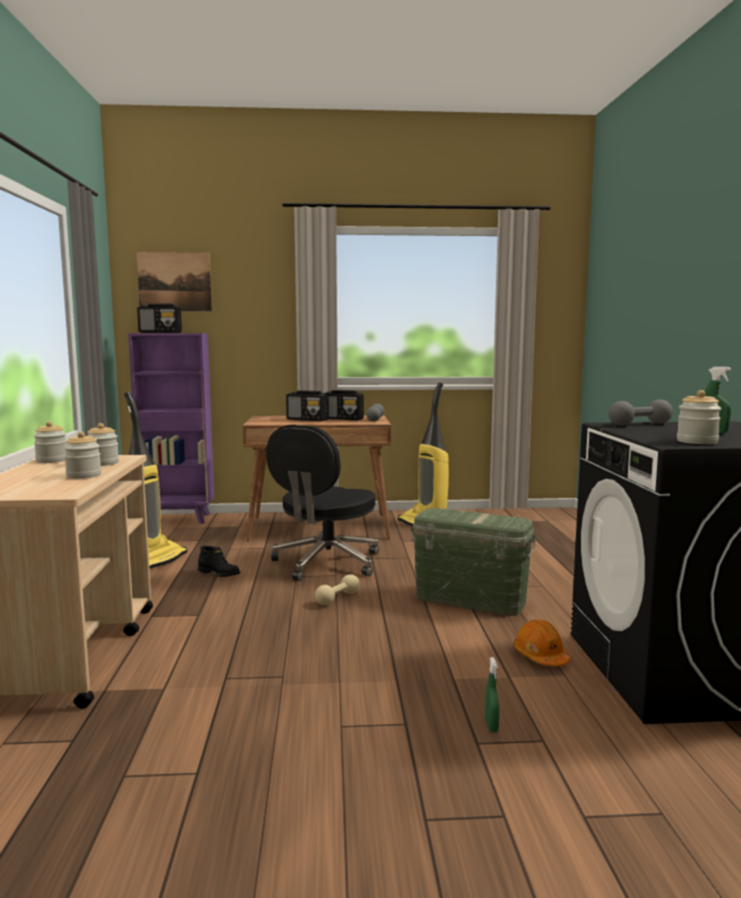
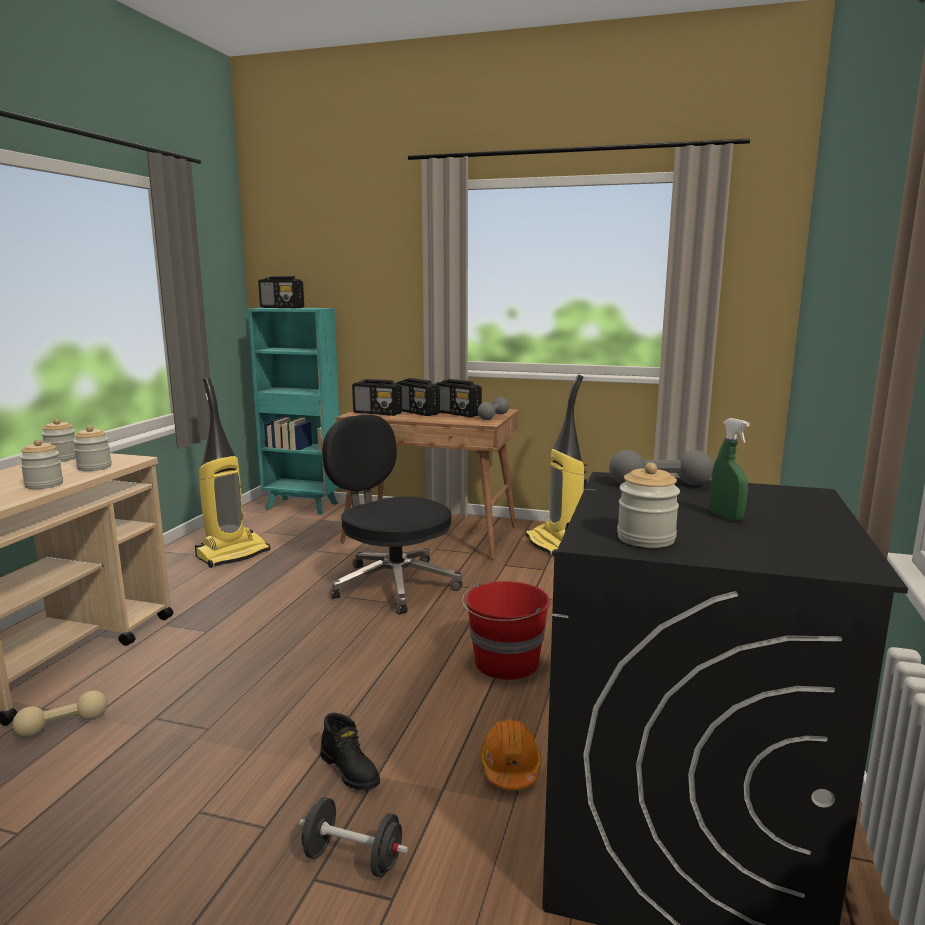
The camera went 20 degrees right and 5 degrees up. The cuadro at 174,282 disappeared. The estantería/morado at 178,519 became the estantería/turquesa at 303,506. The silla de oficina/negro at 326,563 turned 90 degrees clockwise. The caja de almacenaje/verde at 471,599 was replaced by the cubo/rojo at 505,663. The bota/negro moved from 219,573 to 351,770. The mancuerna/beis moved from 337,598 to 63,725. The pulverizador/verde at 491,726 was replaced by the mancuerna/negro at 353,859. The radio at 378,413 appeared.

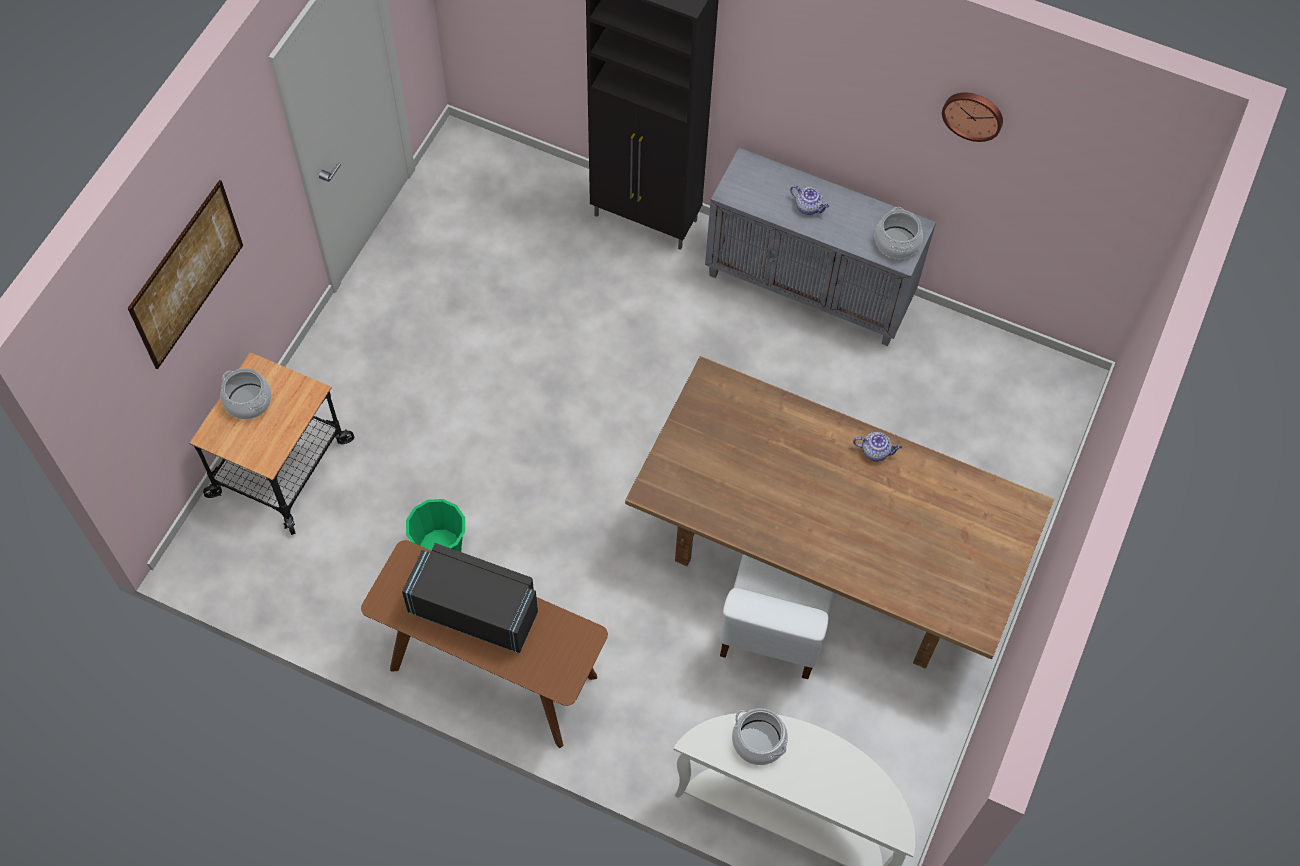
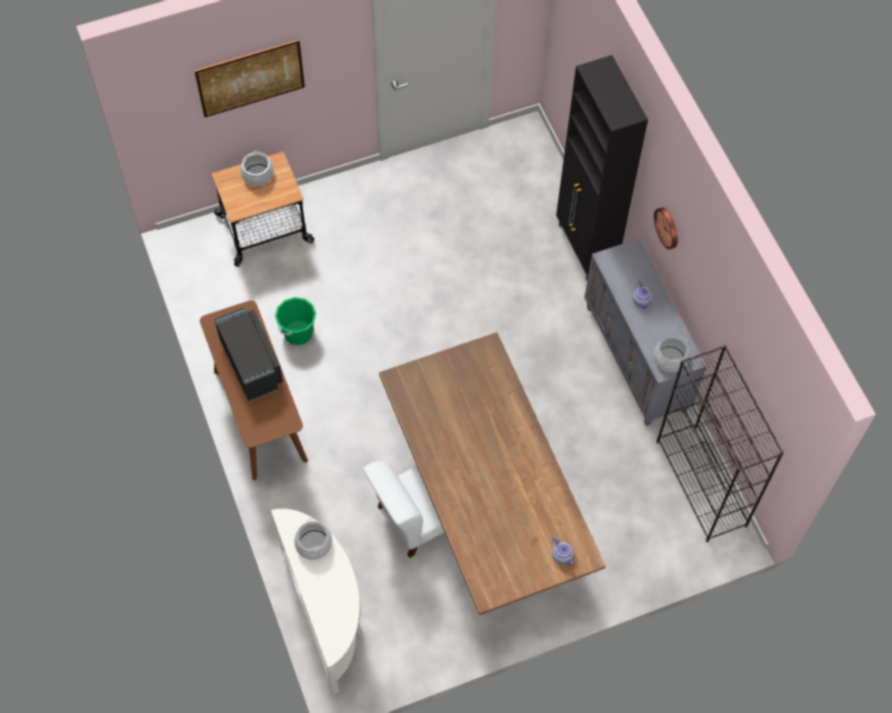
The camera went 45 degrees right and 0 degrees up. The reloj de pared moved from 973,114 to 668,227. The tetera moved from 876,451 to 562,556. The estantería/negro at 701,484 appeared.

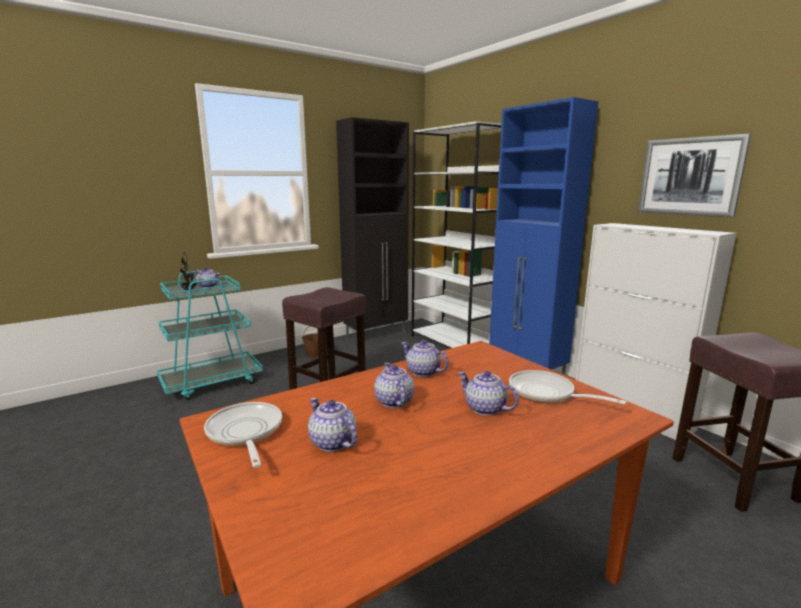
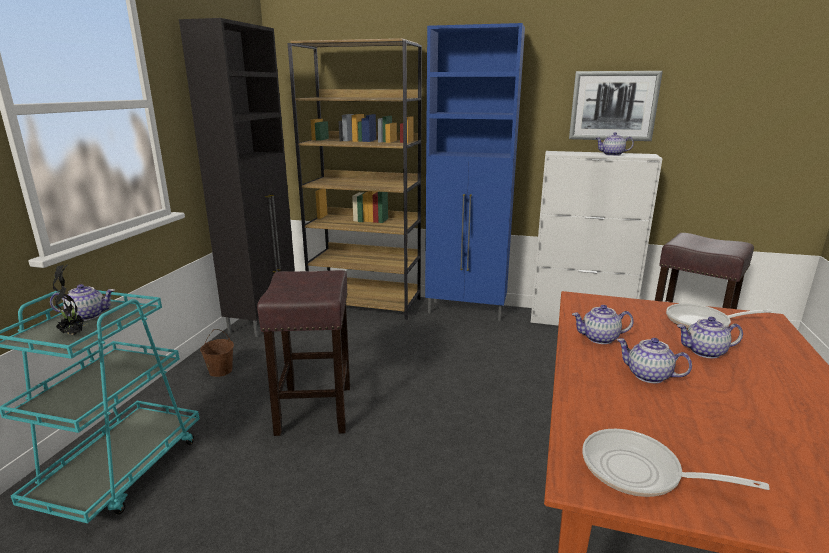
The camera went 40 degrees left and 5 degrees up. The estantería/blanco at 454,343 became the estantería/marrón at 366,303. The tetera moved from 332,442 to 612,154.

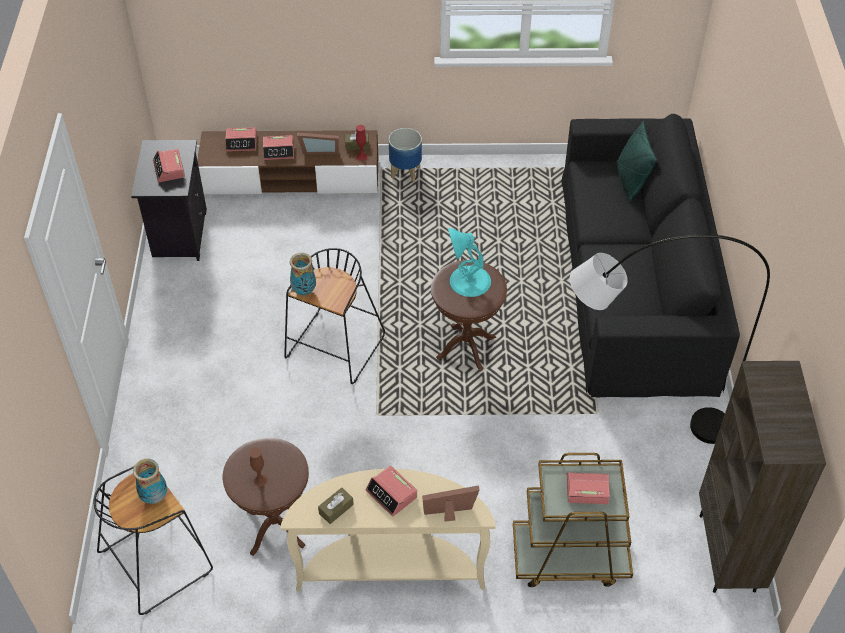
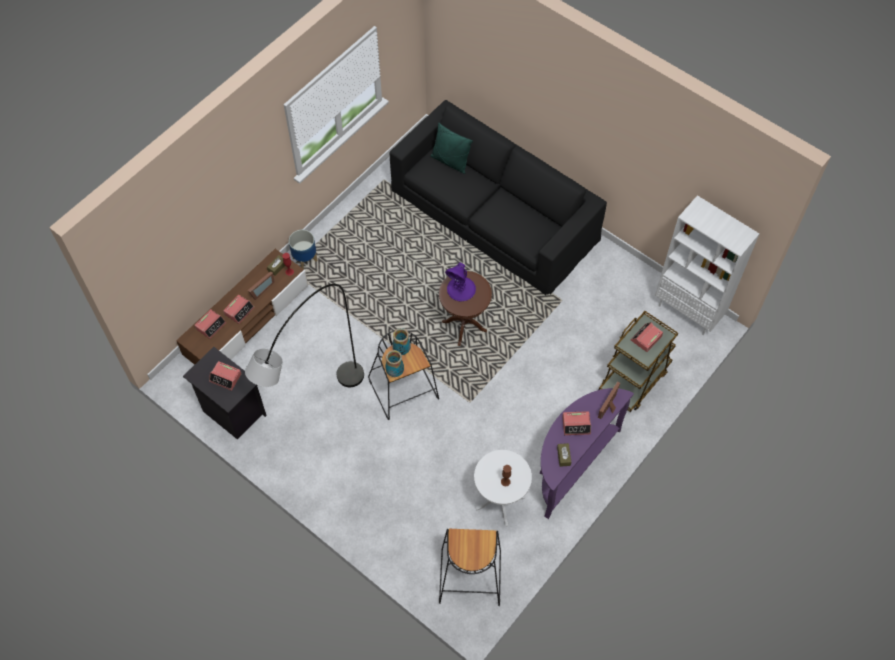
The camera went 50 degrees left and 10 degrees up. The lámpara de mesa/turquesa at 469,281 became the lámpara de mesa/morado at 461,289. The lámpara de pie/gris moved from 634,427 to 315,411. The estantería/marrón at 728,553 became the estantería/blanco at 688,311. The mesa auxiliar/marrón at 275,528 became the mesa auxiliar/blanco at 499,503. The florero moved from 154,496 to 401,350. The mesa consola/beis at 391,567 became the mesa consola/morado at 571,464.

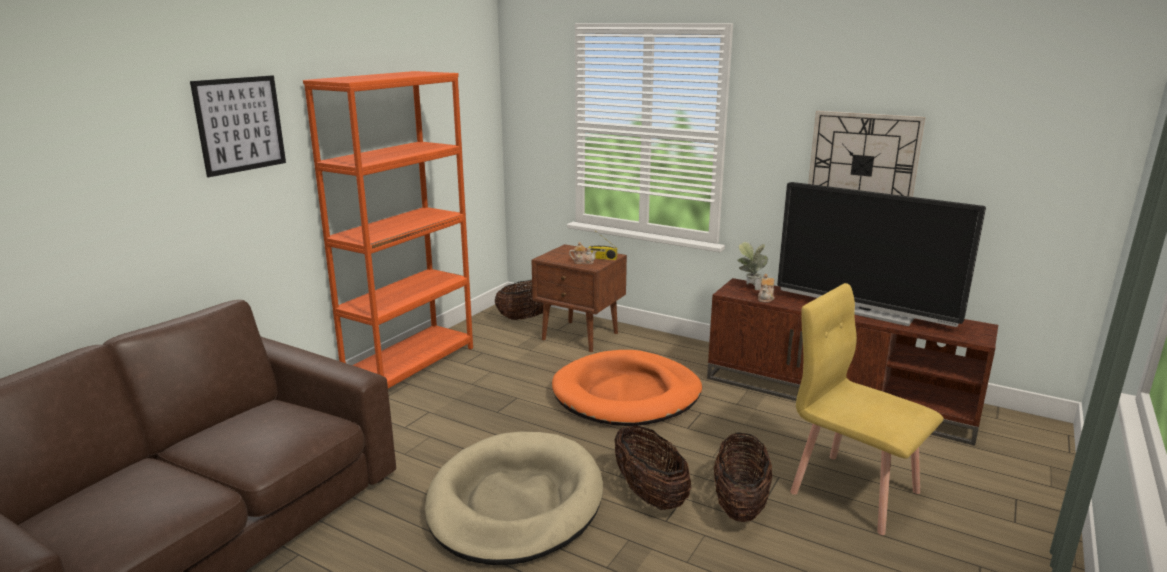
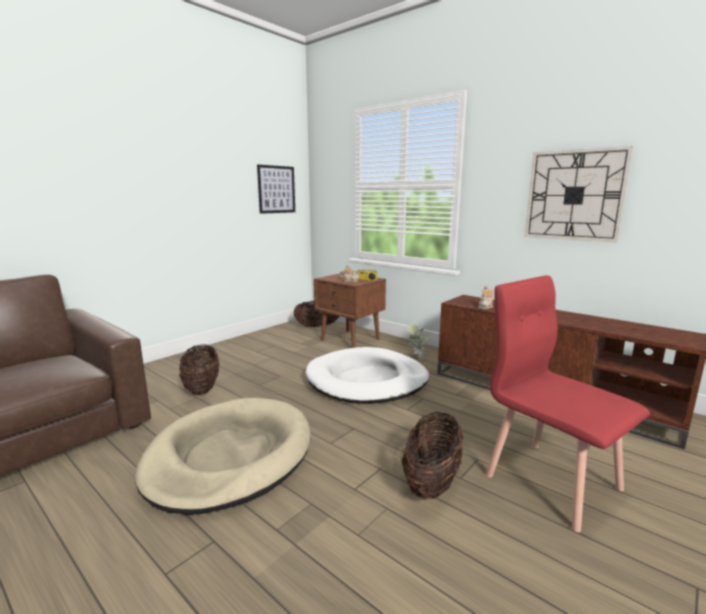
The camera went 10 degrees right and 5 degrees down. The estantería/naranja at 411,365 disappeared. The cuadro moved from 240,124 to 276,189. The televisor at 864,311 disappeared. The planta en maceta moved from 749,287 to 416,357. The silla/amarillo at 854,491 became the silla/rojo at 551,481. The cama para perro/naranja at 627,394 became the cama para perro/blanco at 367,380. The cesta moved from 649,494 to 202,388.

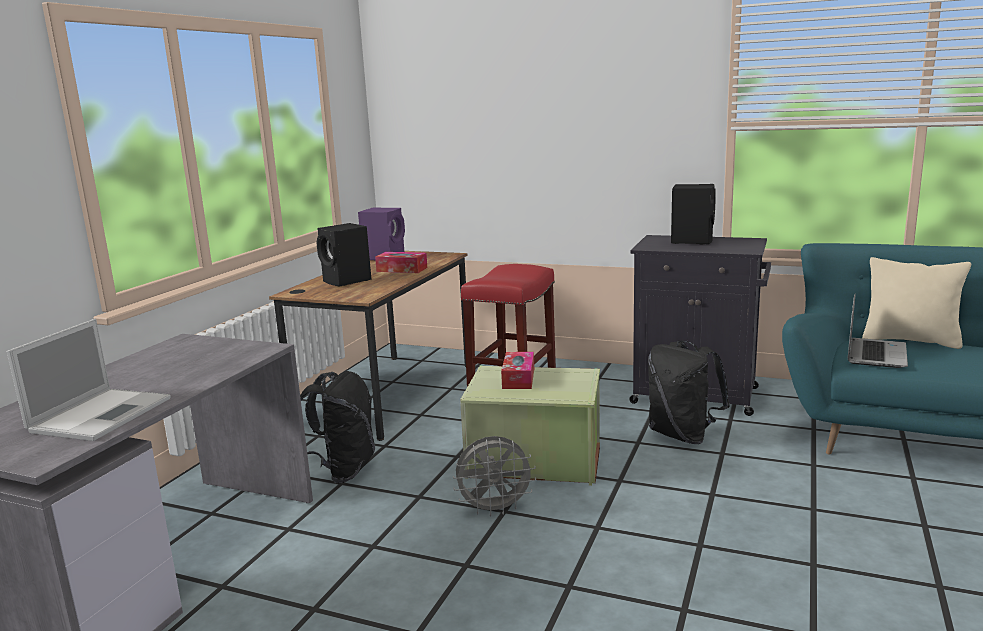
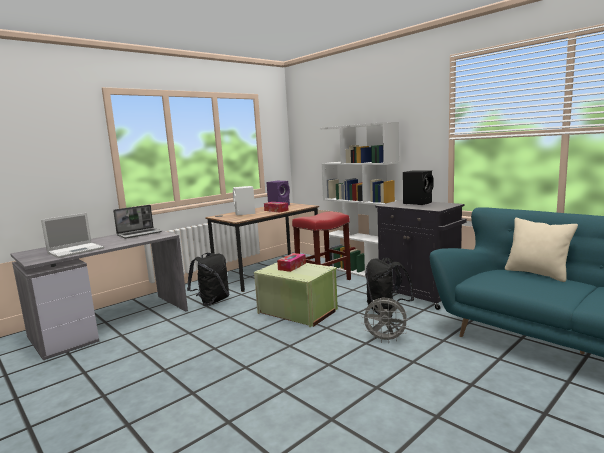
The camera went 25 degrees right and 5 degrees down. The altavoz/negro at 347,281 became the altavoz/blanco at 245,213. The portátil moved from 875,354 to 140,234. The ventilador/gris moved from 495,509 to 385,340. The estantería/blanco at 362,271 appeared.

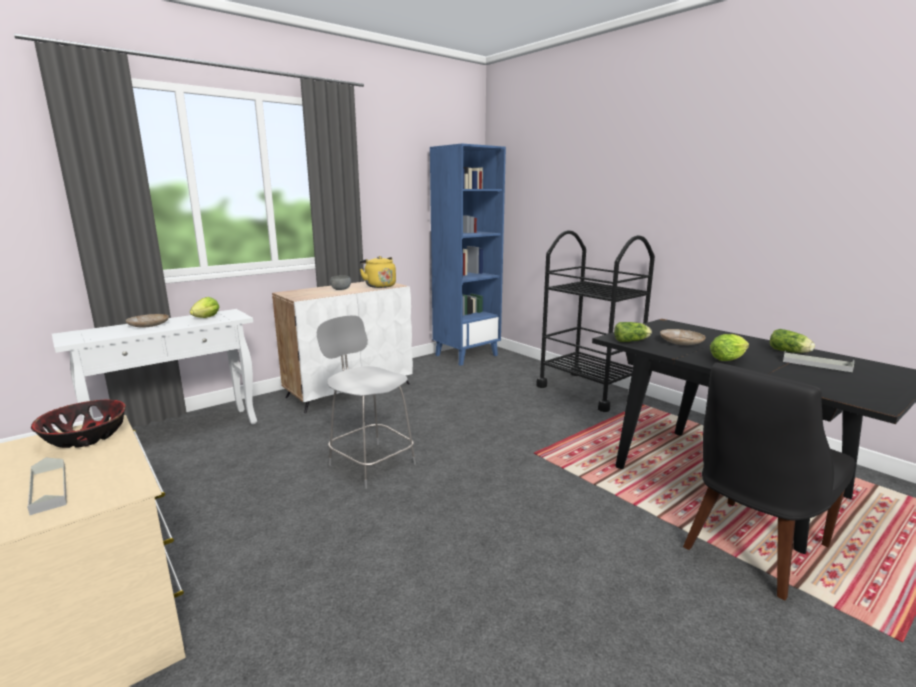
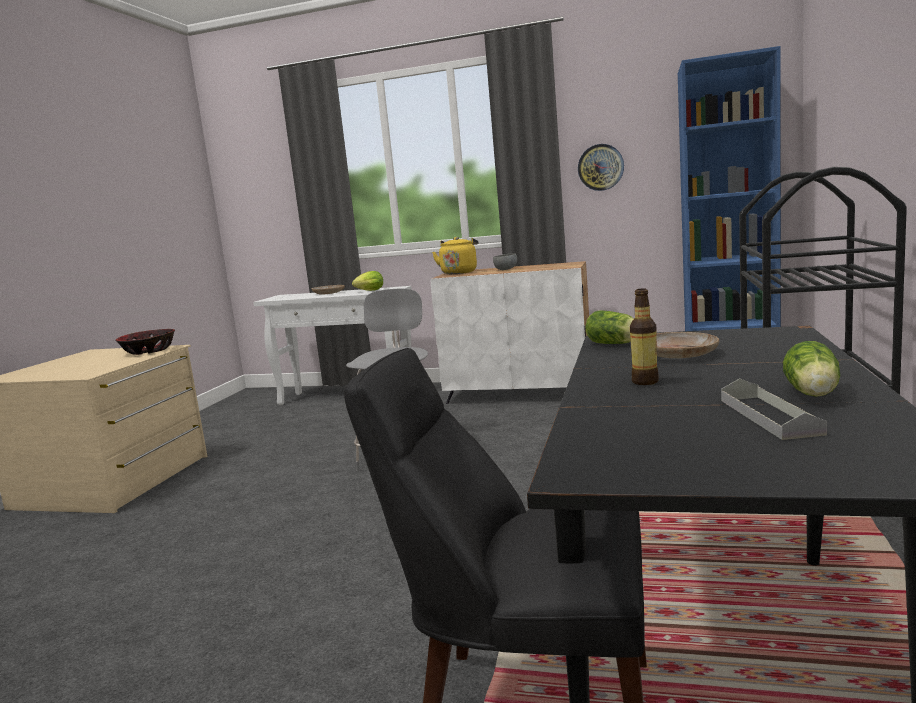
The camera went 55 degrees right and 5 degrees down. The hervidor/amarillo moved from 379,286 to 459,272. The lechuga at 729,359 was replaced by the botella at 645,382. The bandeja/gris at 48,489 disappeared. The reloj de pared at 600,167 appeared.

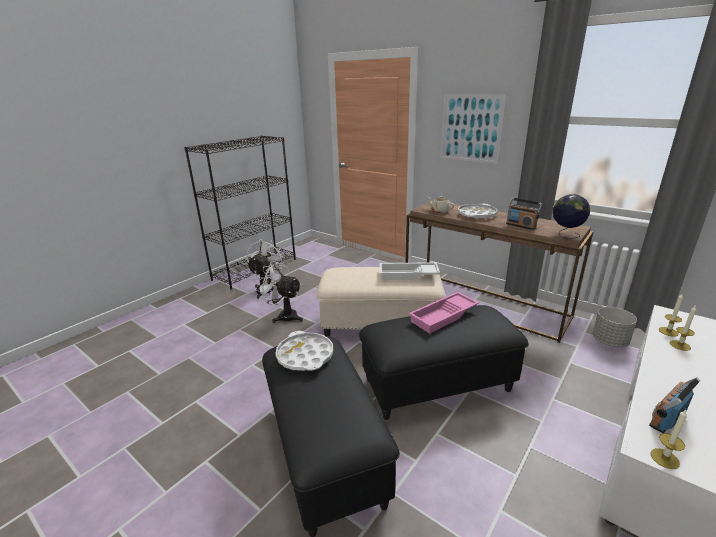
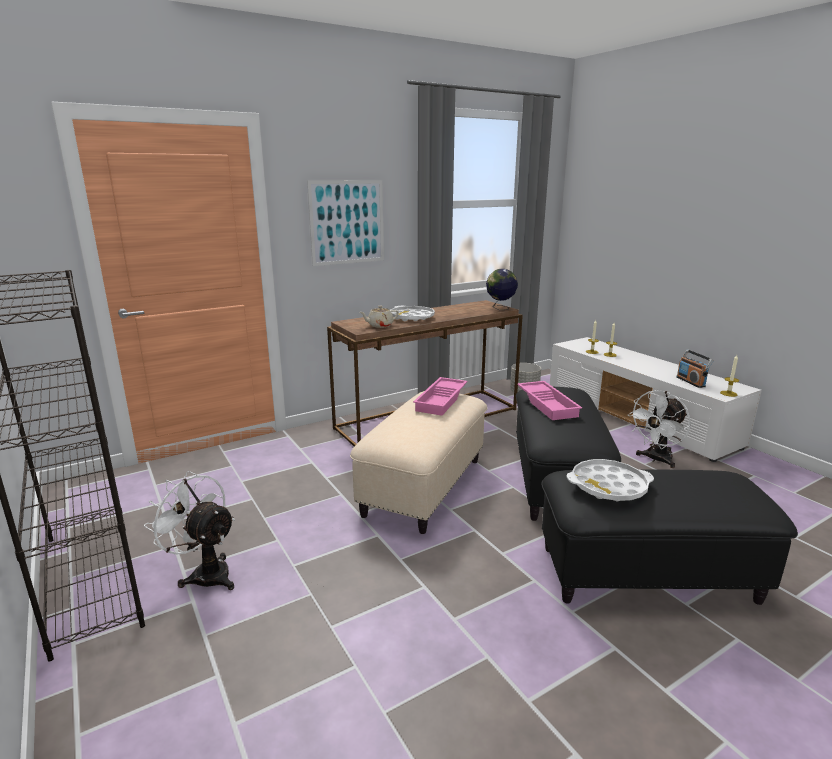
The camera went 70 degrees left and 5 degrees down. The radio at 521,226 disappeared. The ventilador/blanco moved from 283,316 to 656,459. The bandeja/blanco at 408,275 became the bandeja/rosa at 442,400.

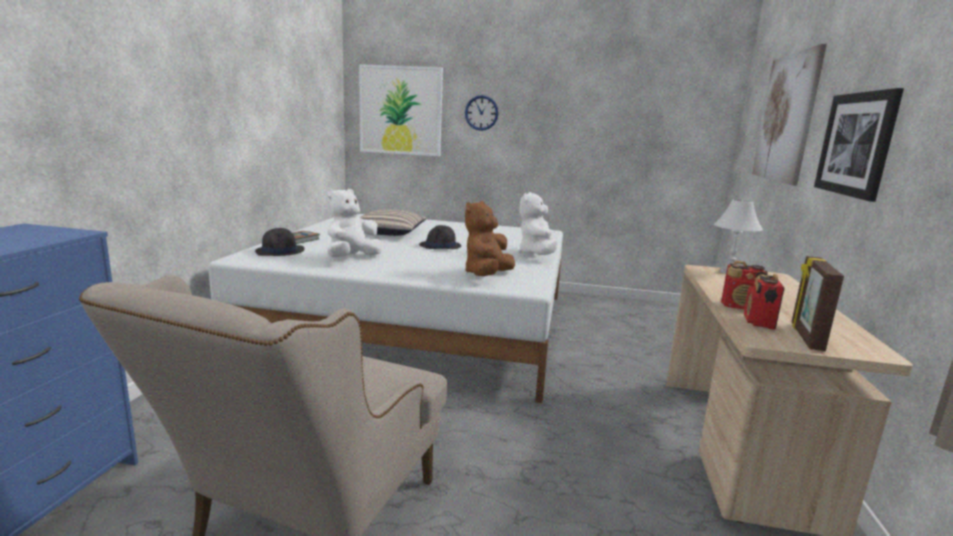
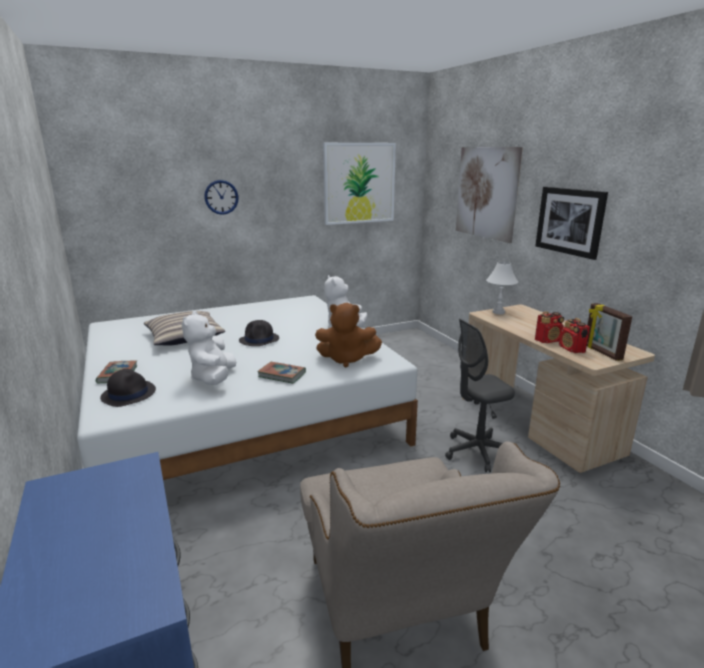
The camera went 35 degrees left and 5 degrees up. The cuadro moved from 400,110 to 359,183. The peluche/marrón at 487,275 turned 75 degrees counterclockwise. The silla de oficina/gris at 477,452 appeared. The libro at 282,375 appeared.

